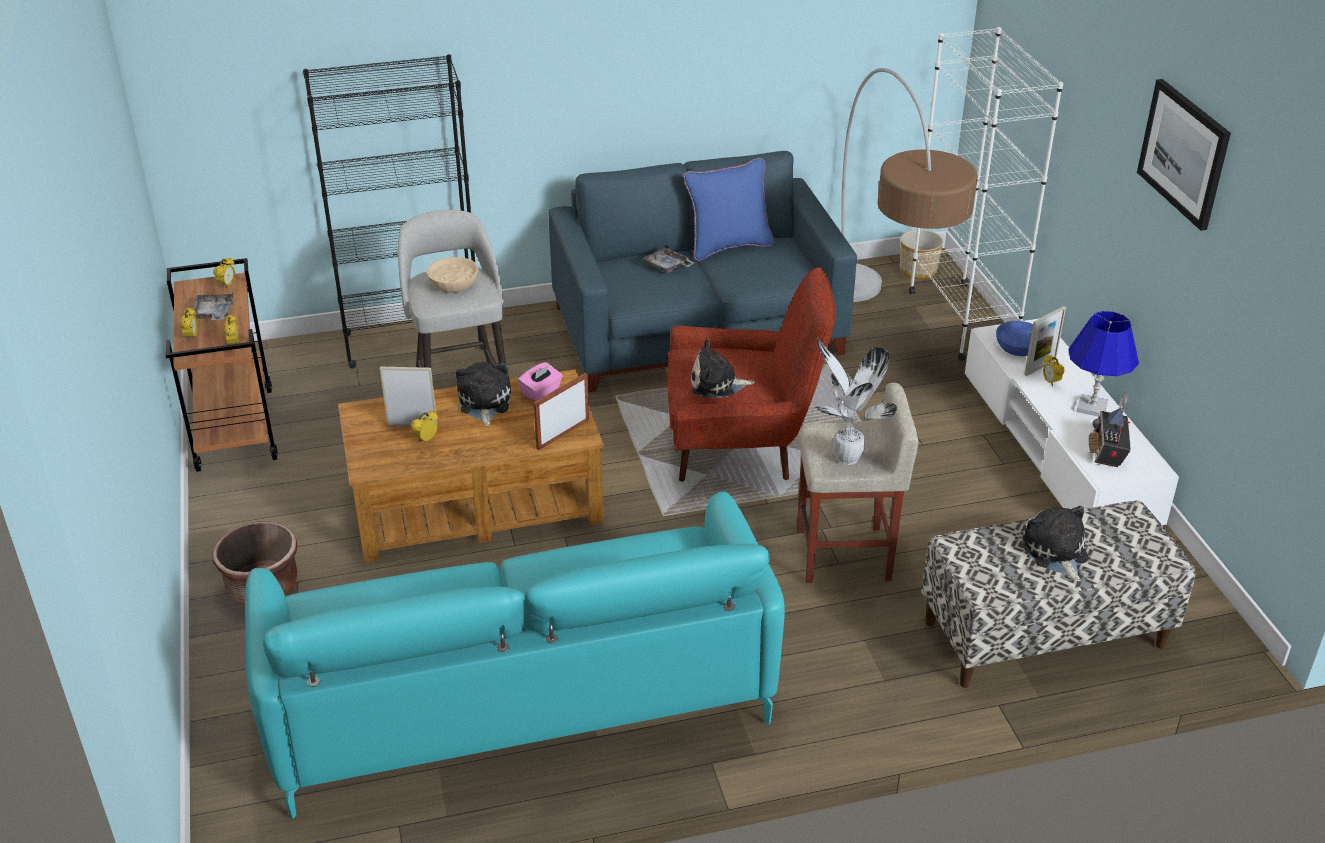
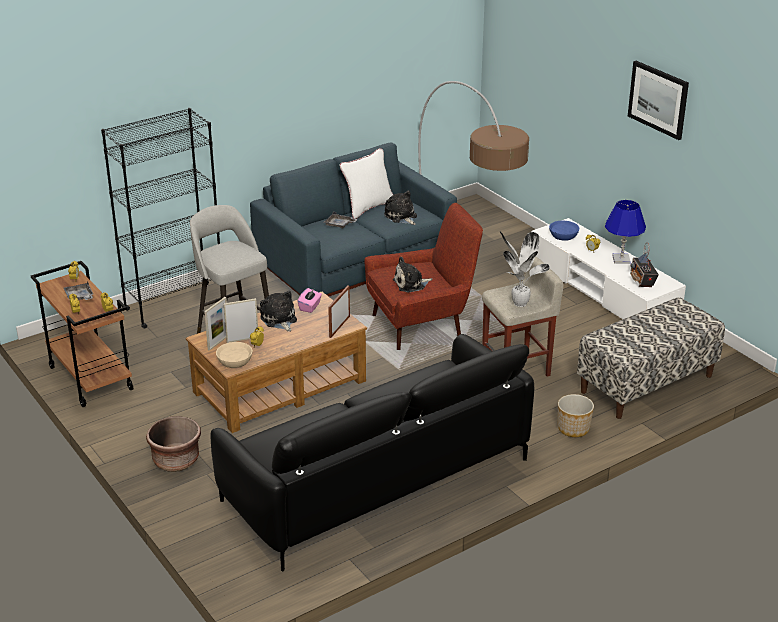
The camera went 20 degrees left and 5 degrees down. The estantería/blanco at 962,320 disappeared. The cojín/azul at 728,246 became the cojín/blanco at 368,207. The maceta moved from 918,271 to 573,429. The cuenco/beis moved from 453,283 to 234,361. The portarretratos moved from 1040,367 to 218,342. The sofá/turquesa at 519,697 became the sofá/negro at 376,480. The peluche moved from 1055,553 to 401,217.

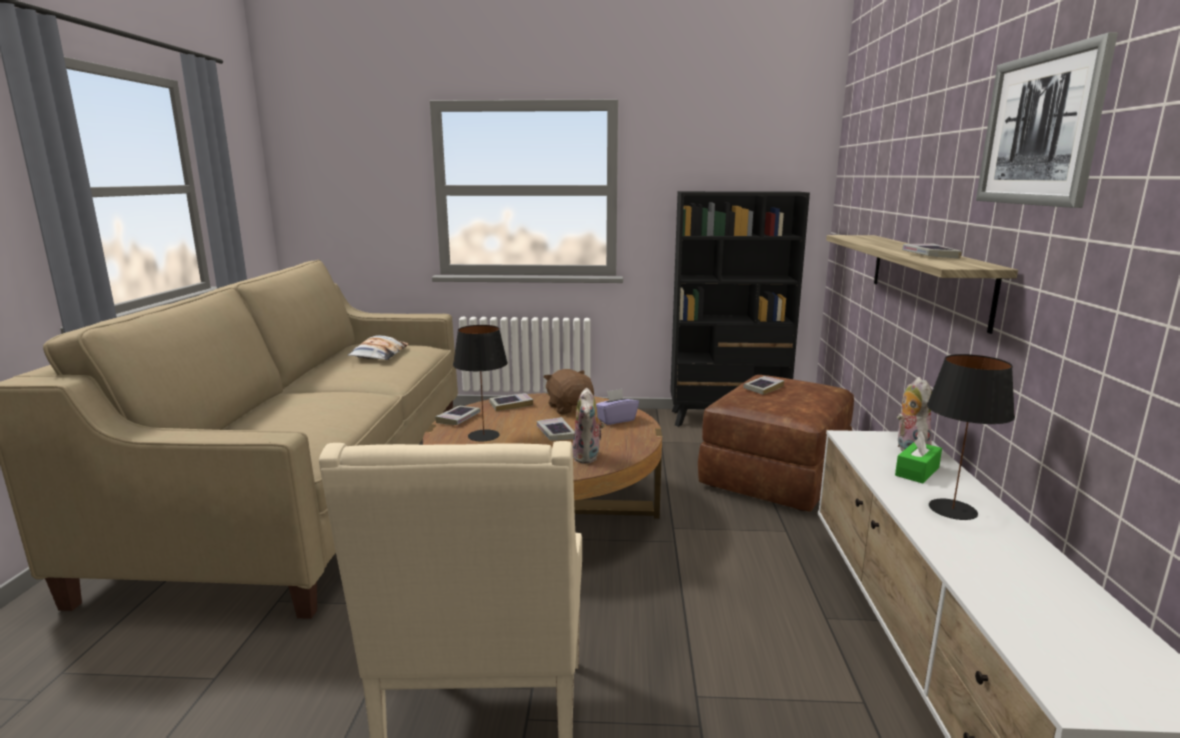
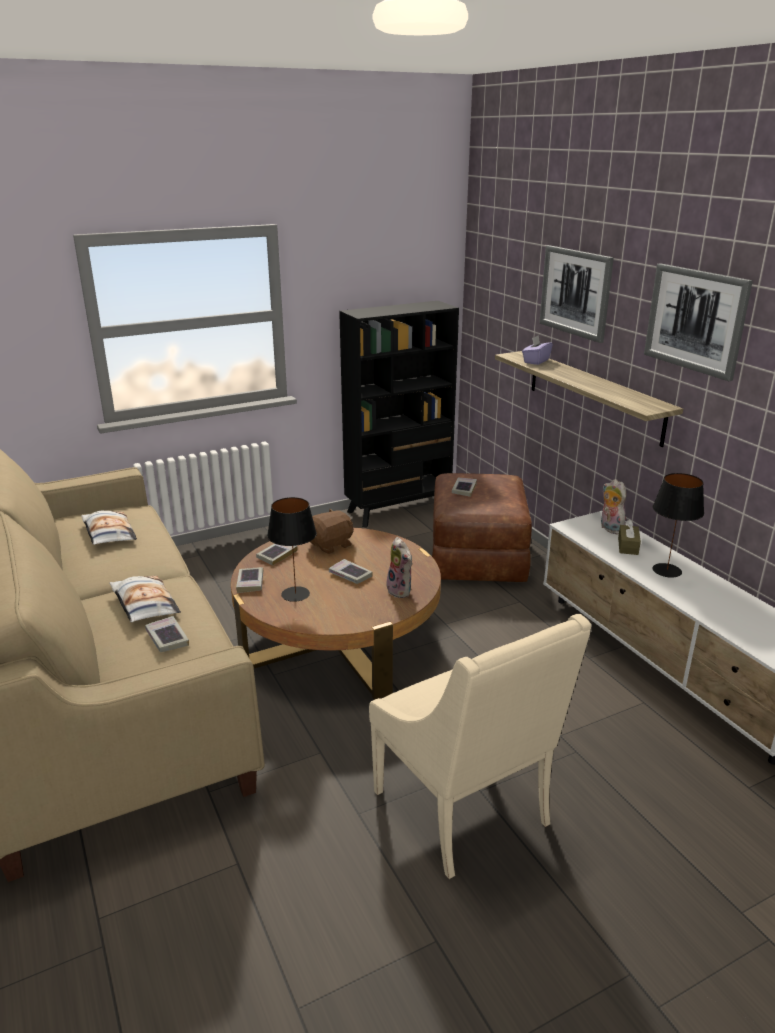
The camera went 30 degrees left and 10 degrees up. The libro moved from 929,255 to 167,638. The peluche/marrón at 570,408 turned 105 degrees clockwise. The caja de pañuelos/morado moved from 616,420 to 536,361. The caja de pañuelos/verde at 917,471 became the caja de pañuelos/marrón at 628,546. The cuadro at 575,292 appeared. The cojín at 144,604 appeared.

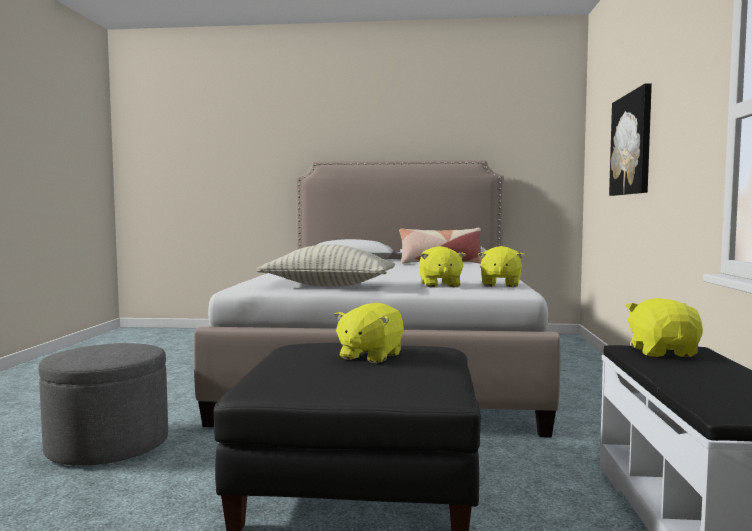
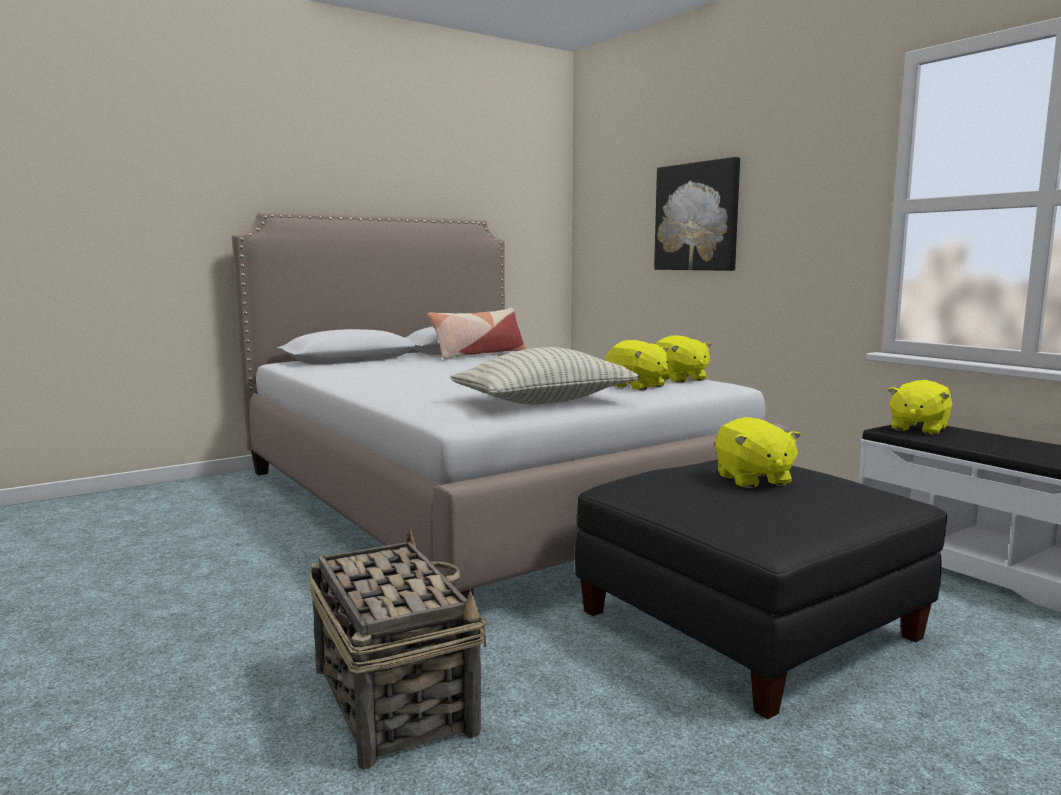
The camera went 40 degrees left and 5 degrees up. The peluche/amarillo at 663,352 turned 105 degrees counterclockwise. The puf/gris at 108,445 was replaced by the cesta at 392,698.

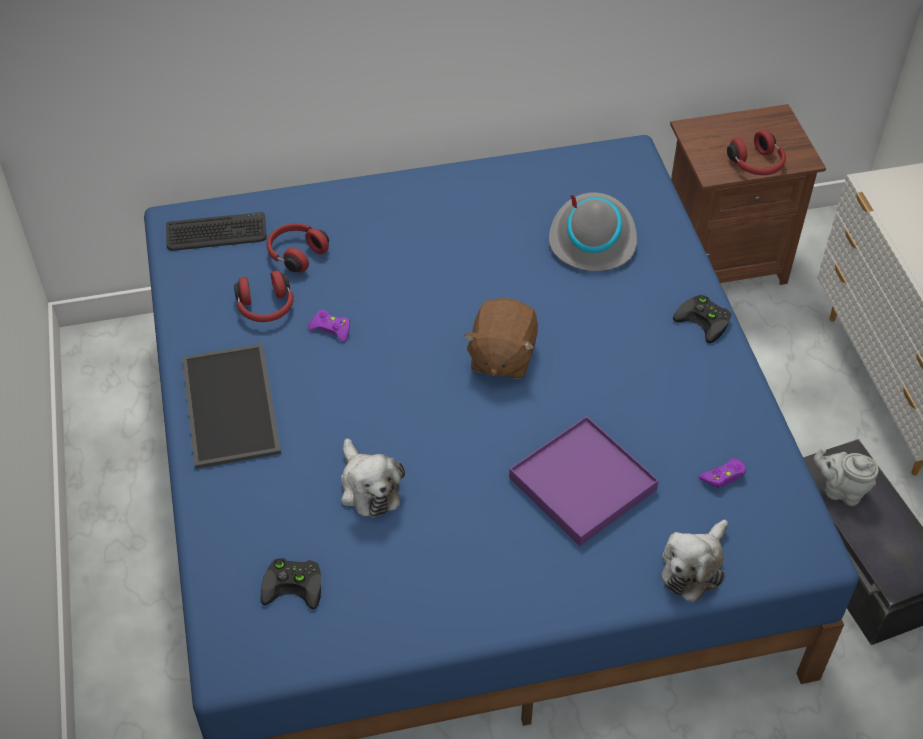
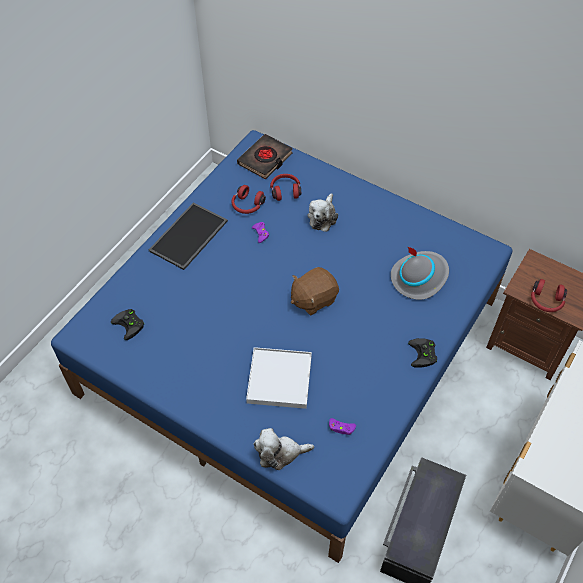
The camera went 45 degrees right and 5 degrees up. The teclado at 216,233 was replaced by the libro/negro at 265,159. The bandeja/morado at 582,483 became the bandeja/blanco at 279,379. The peluche moved from 368,488 to 323,217. The tetera/gris at 840,490 disappeared.

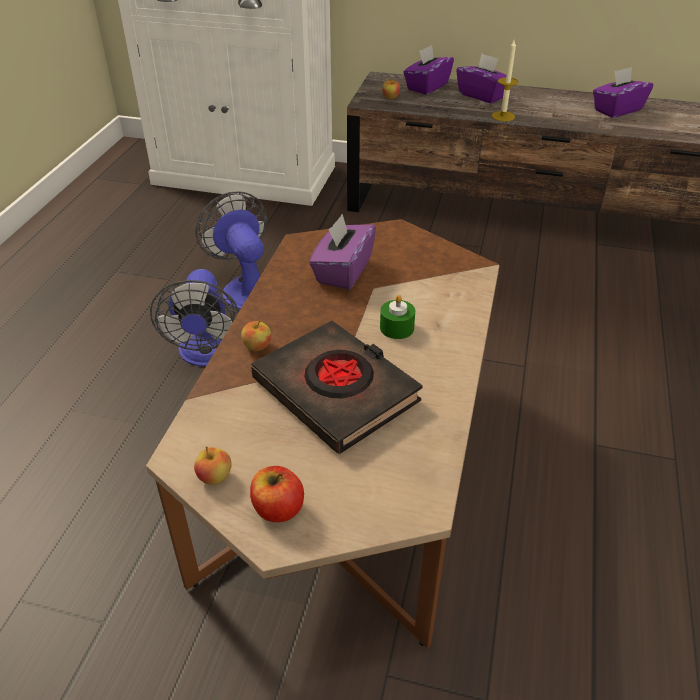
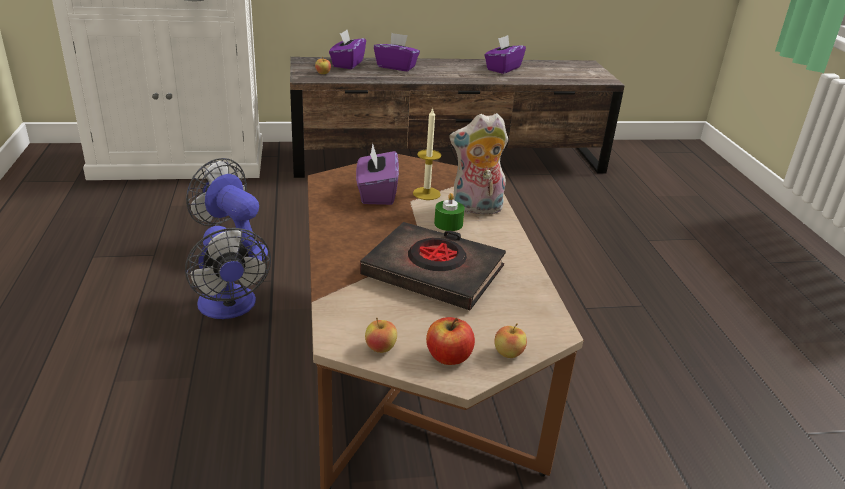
The camera went 25 degrees left and 10 degrees down. The vela moved from 503,116 to 426,193. The manzana moved from 257,346 to 508,353. The peluche at 476,209 appeared.

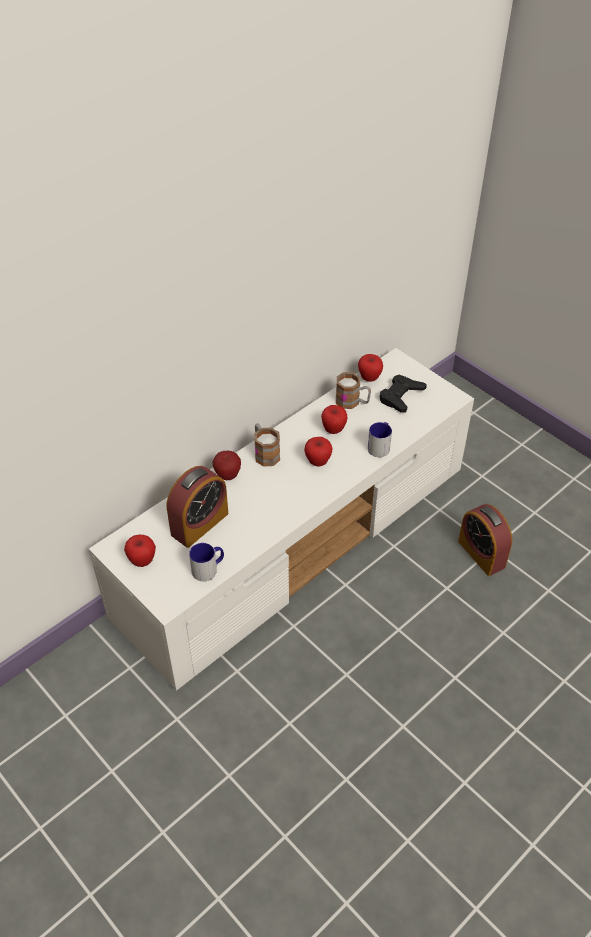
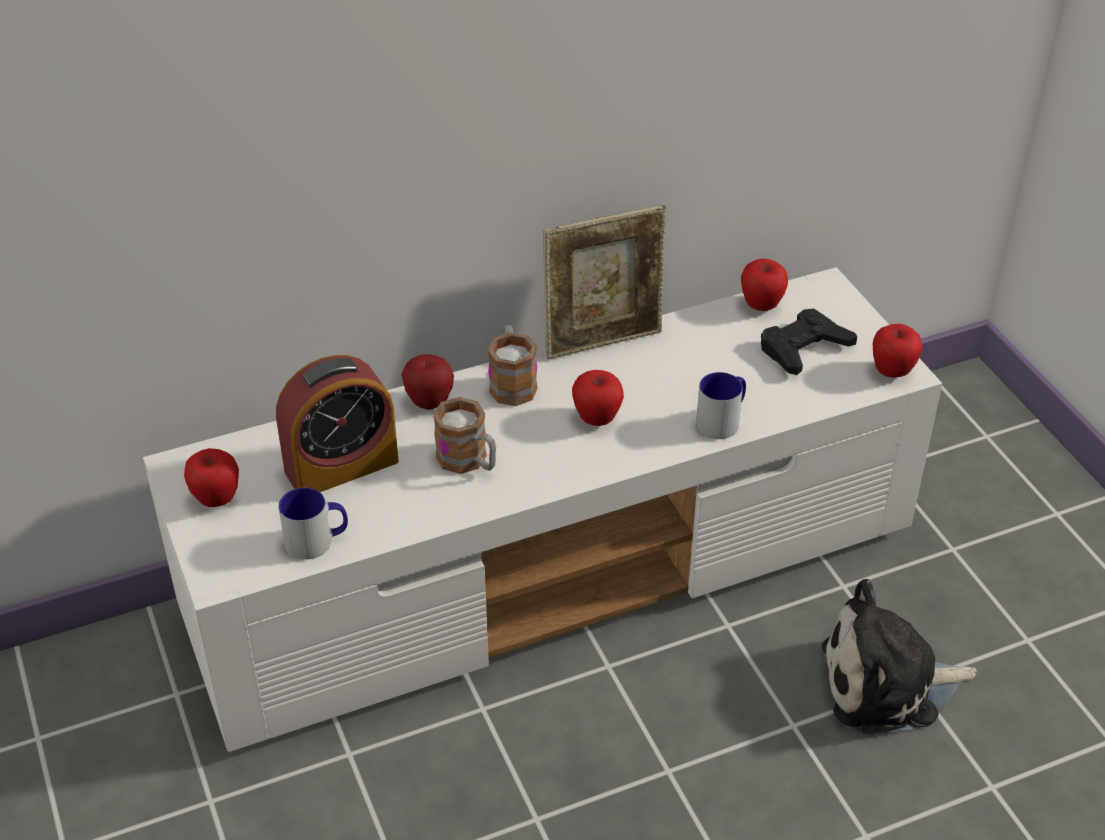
The camera went 20 degrees right and 5 degrees down. The taza grande moved from 352,402 to 469,461. The manzana moved from 333,430 to 892,371. The despertador at 481,554 was replaced by the peluche at 888,684. The portarretratos at 603,341 appeared.

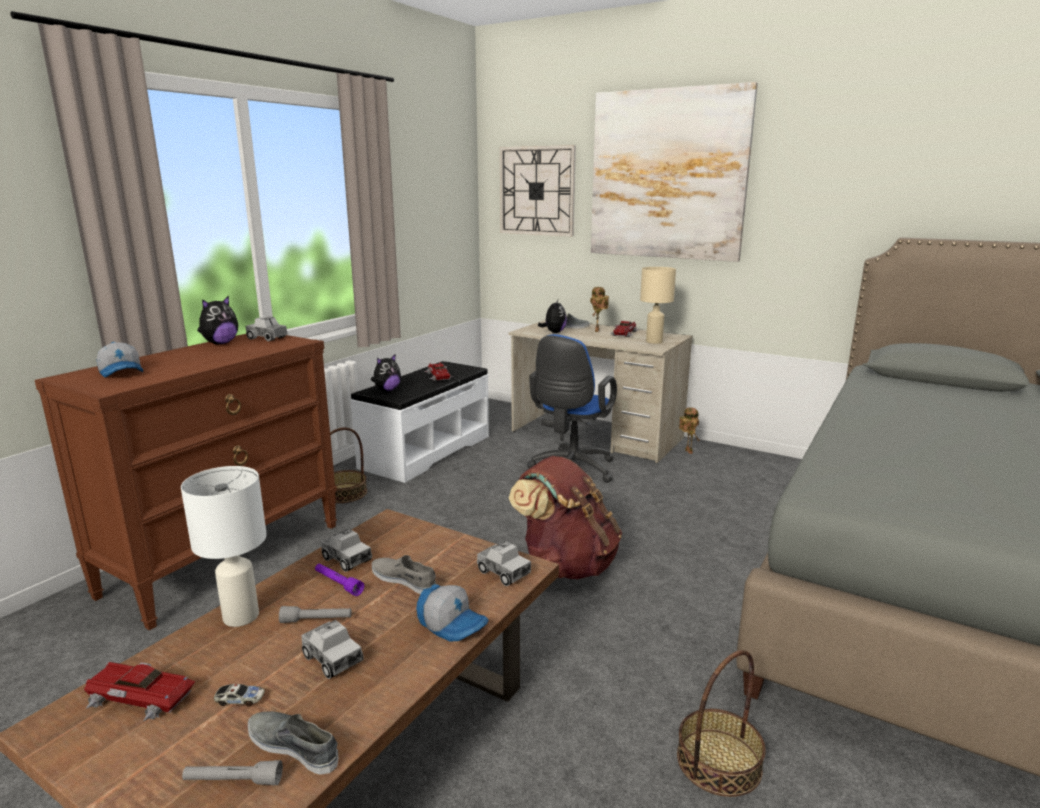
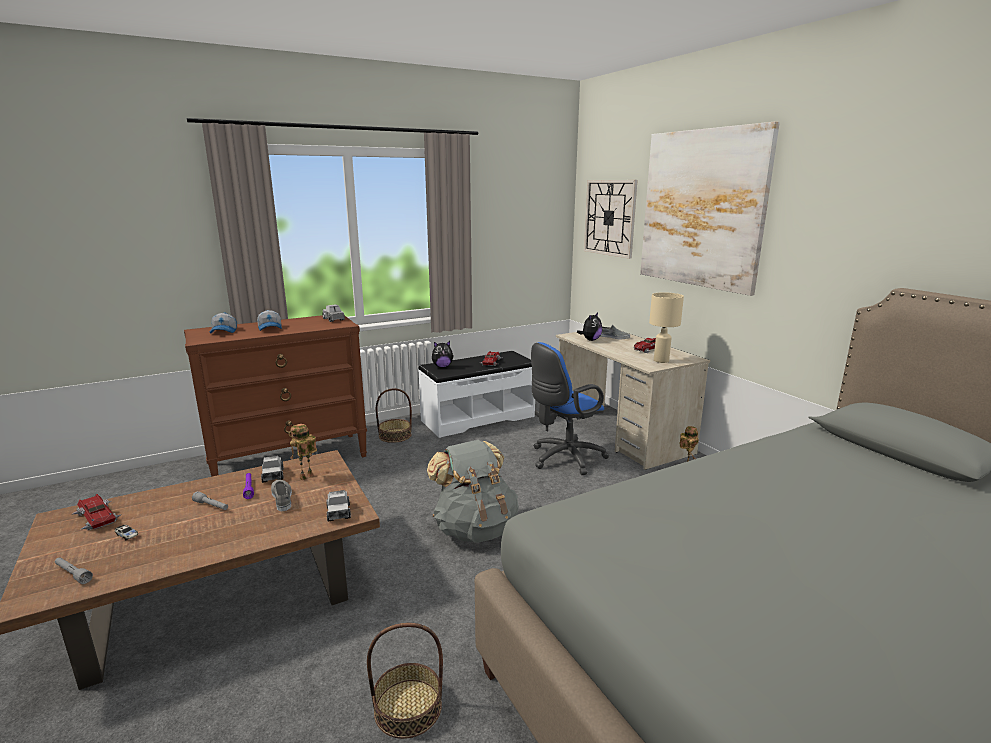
The camera went 30 degrees right and 0 degrees up. The robot de juguete moved from 598,331 to 306,478. The peluche at 220,343 disappeared. The mochila/marrón at 566,565 became the mochila/gris at 475,528. The lámpara de mesa/blanco at 241,617 disappeared. The gorra moved from 452,623 to 270,328. The camión de juguete at 332,658 disappeared. The zapato/gris at 294,746 disappeared.

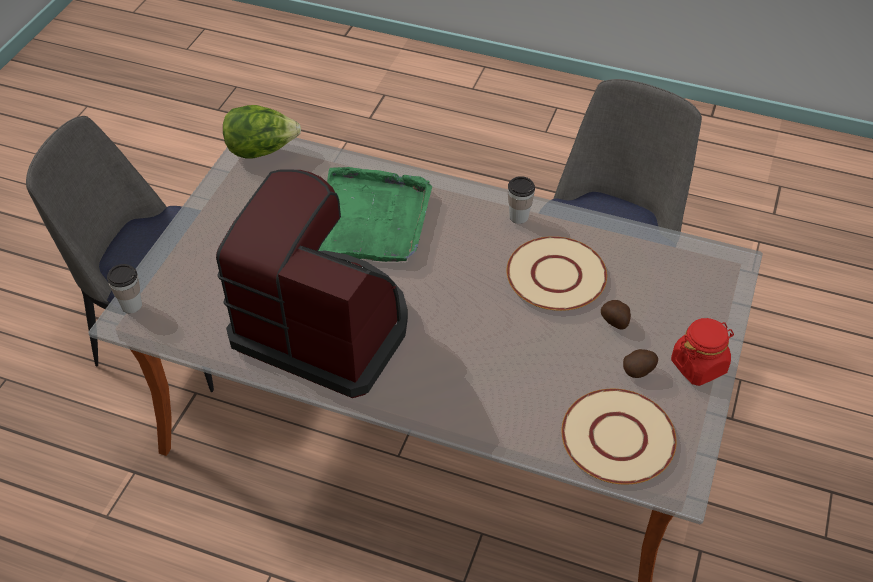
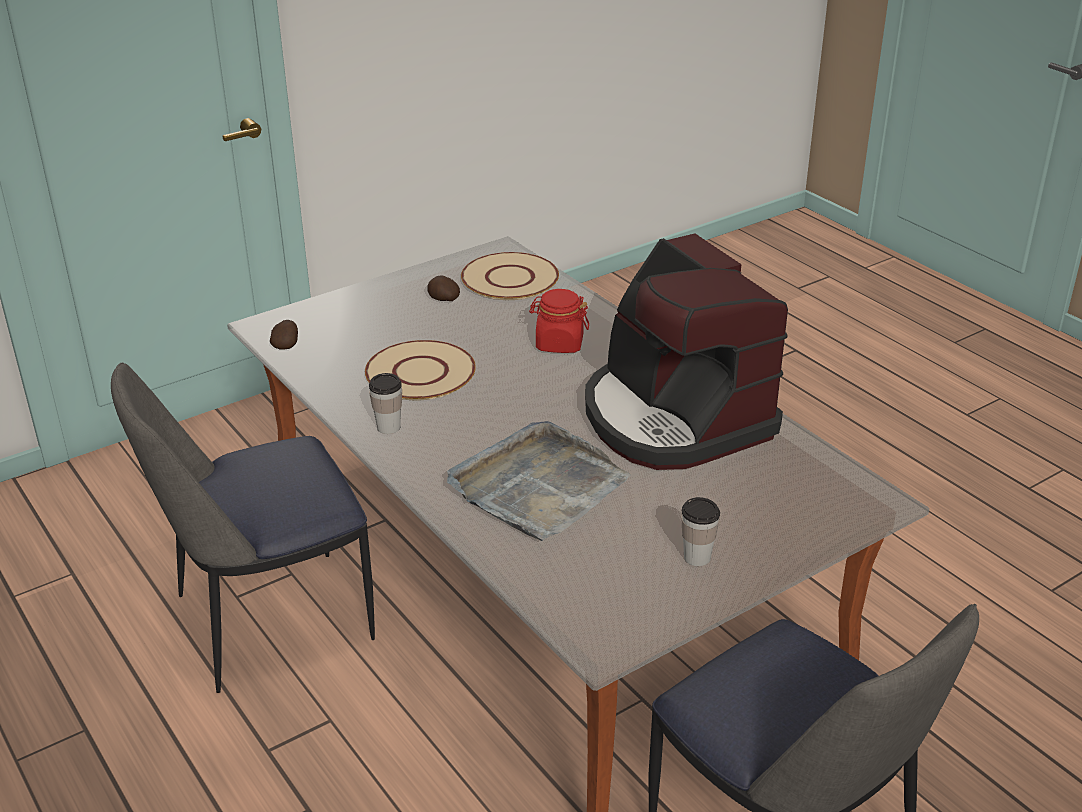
The camera went 145 degrees left and 15 degrees down. The lechuga at 261,150 disappeared. The bandeja/verde at 373,219 became the bandeja/gris at 537,487. The taza moved from 131,305 to 697,557. The patata moved from 615,322 to 286,345. The tarro/rojo moved from 698,366 to 559,344.

